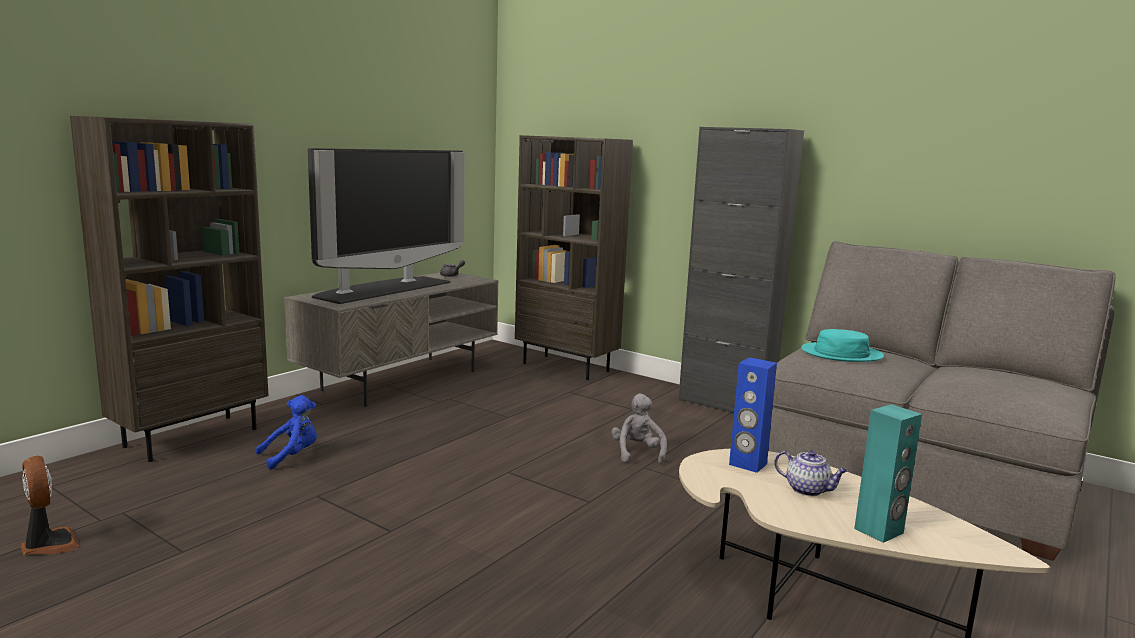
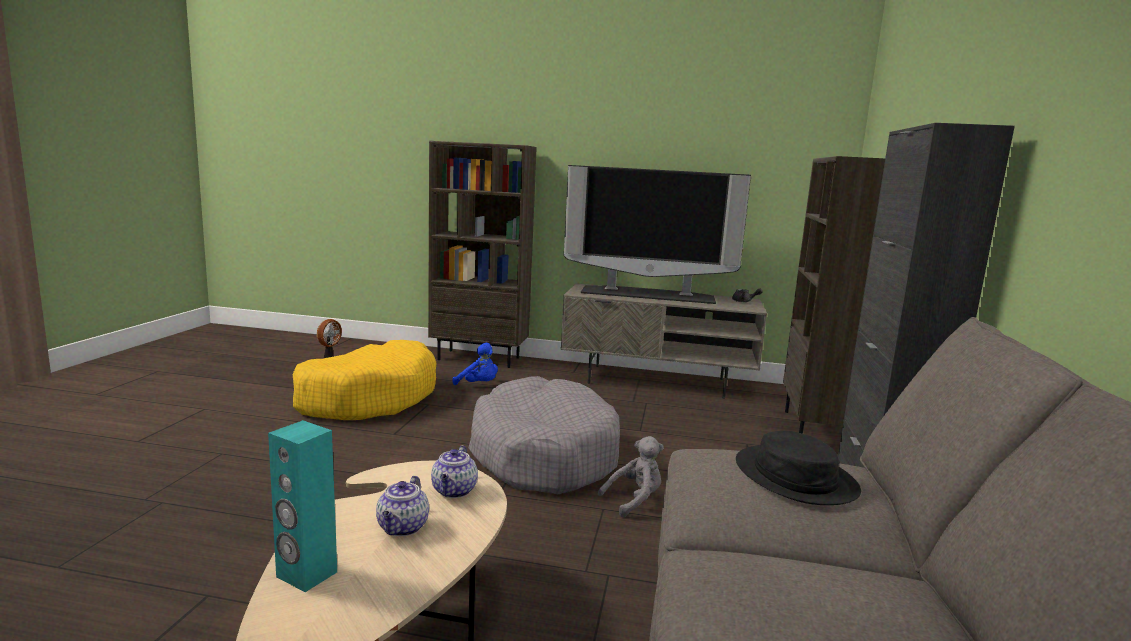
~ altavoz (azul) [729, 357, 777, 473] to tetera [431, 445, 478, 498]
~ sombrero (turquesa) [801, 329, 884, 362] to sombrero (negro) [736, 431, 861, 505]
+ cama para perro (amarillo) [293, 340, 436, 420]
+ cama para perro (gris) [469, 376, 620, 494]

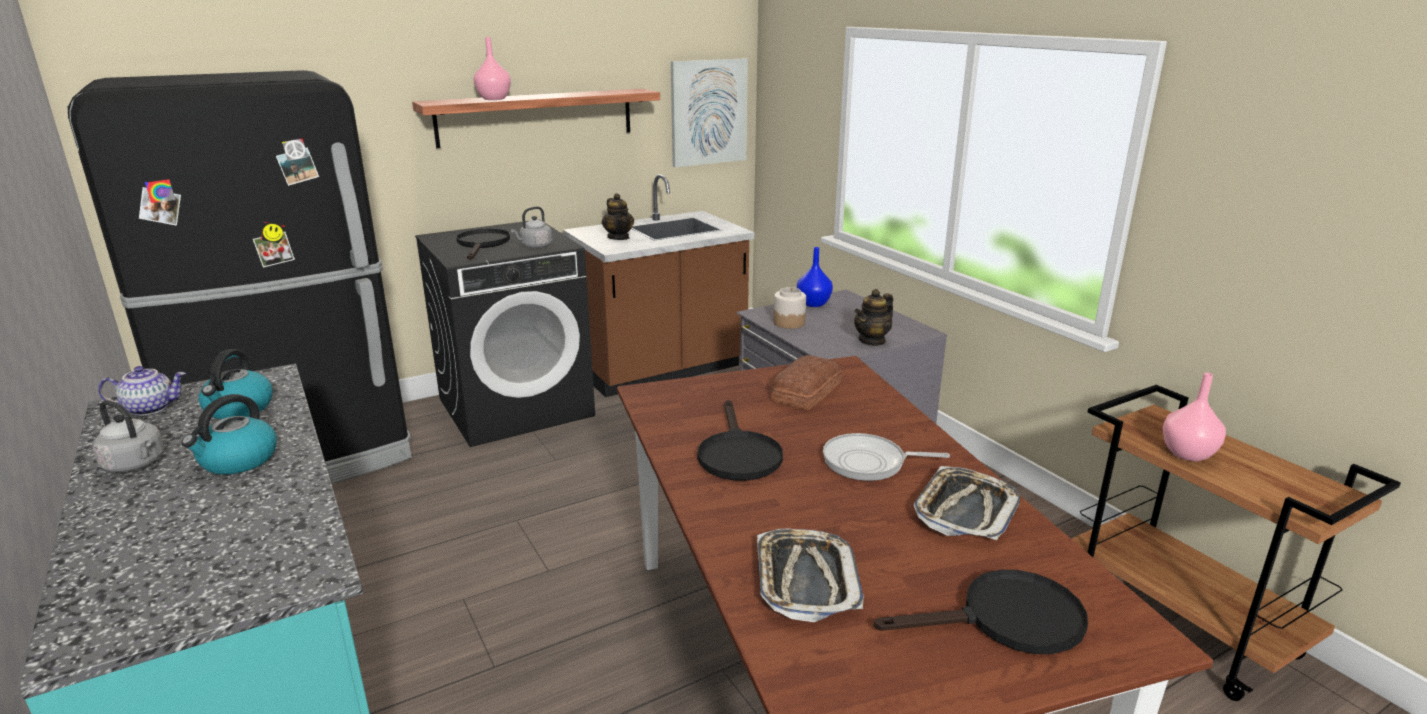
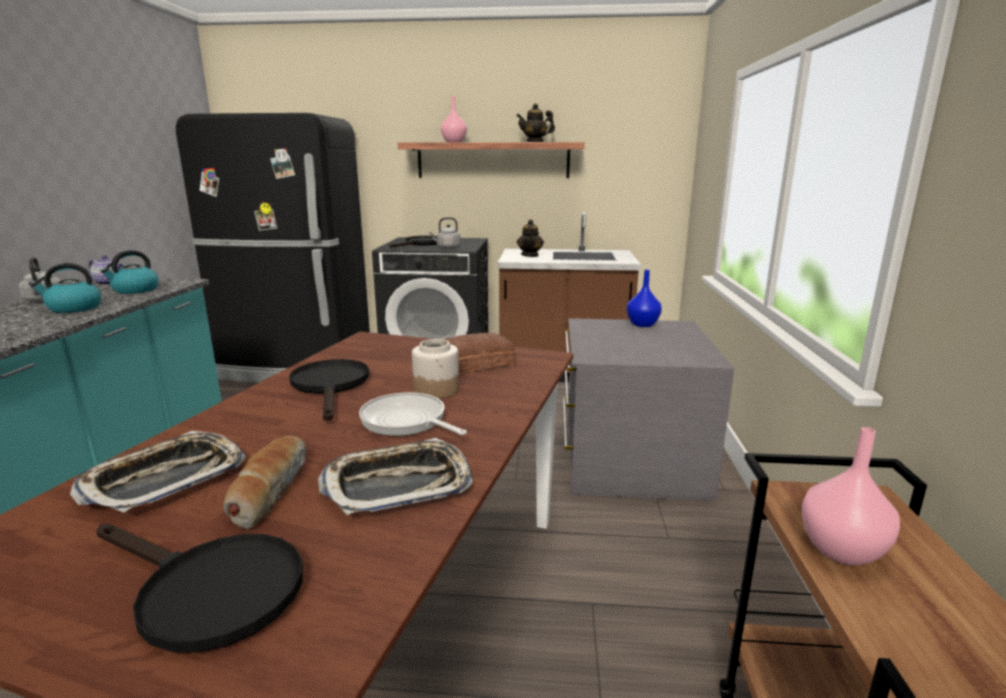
- cuadro [671, 58, 748, 167]
~ sartén (negro) [697, 400, 783, 481] = [289, 359, 370, 421] 135 degrees clockwise
~ tarro [773, 287, 806, 329] to [412, 339, 459, 399]
~ tetera [854, 289, 893, 346] to [516, 104, 555, 142]
+ pan [223, 436, 306, 529]

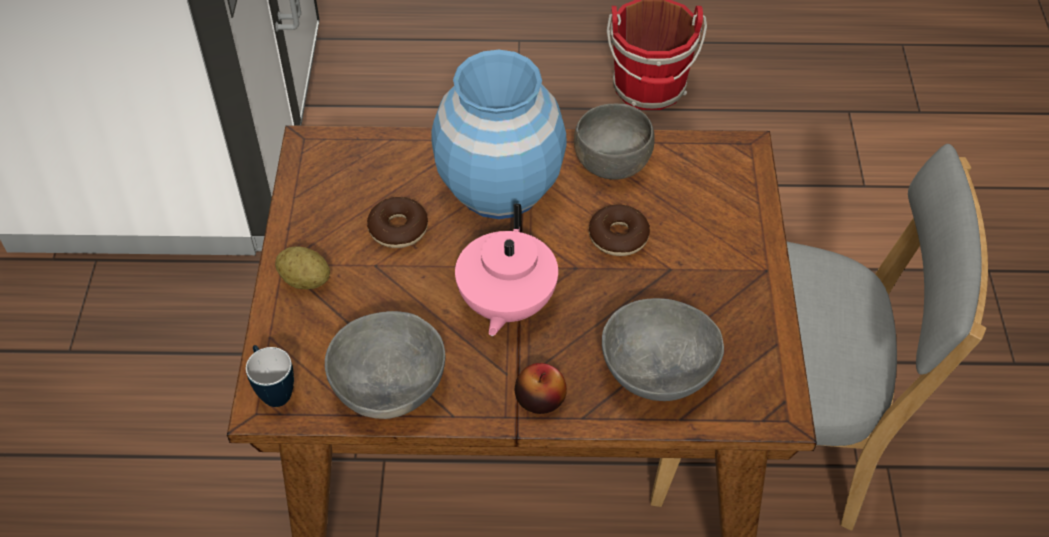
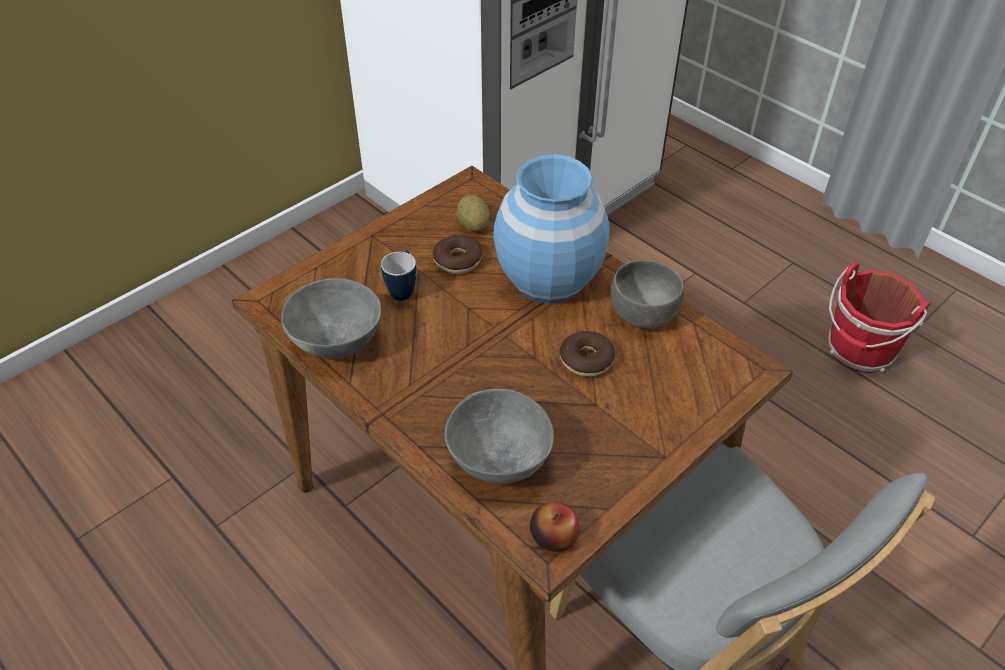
~ taza grande [246, 345, 294, 407] to [381, 250, 416, 301]
~ patata [275, 246, 330, 289] to [457, 195, 489, 231]
- tetera (rosa) [455, 204, 558, 336]
~ manzana [515, 363, 567, 414] to [530, 501, 579, 552]

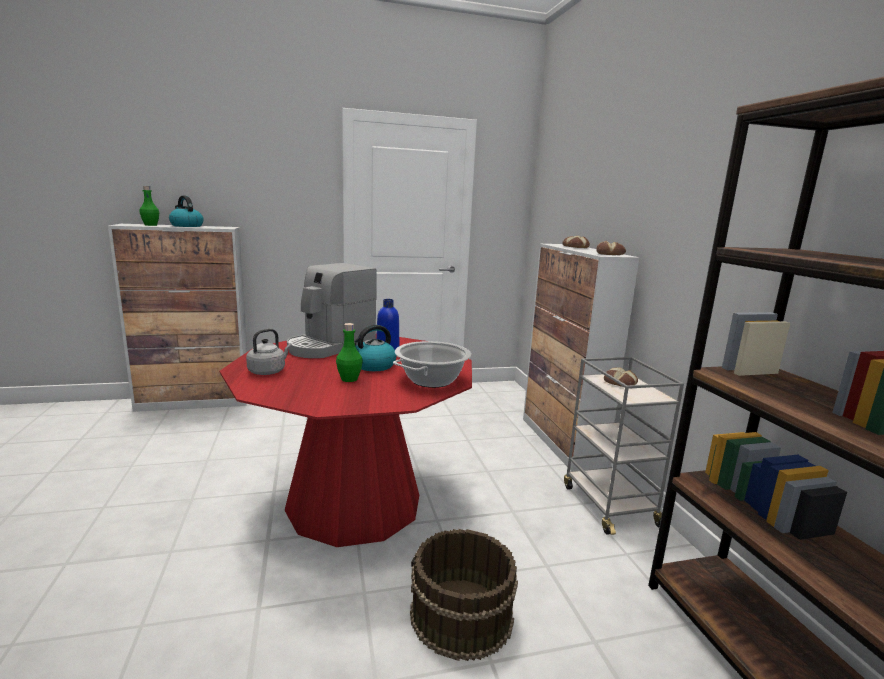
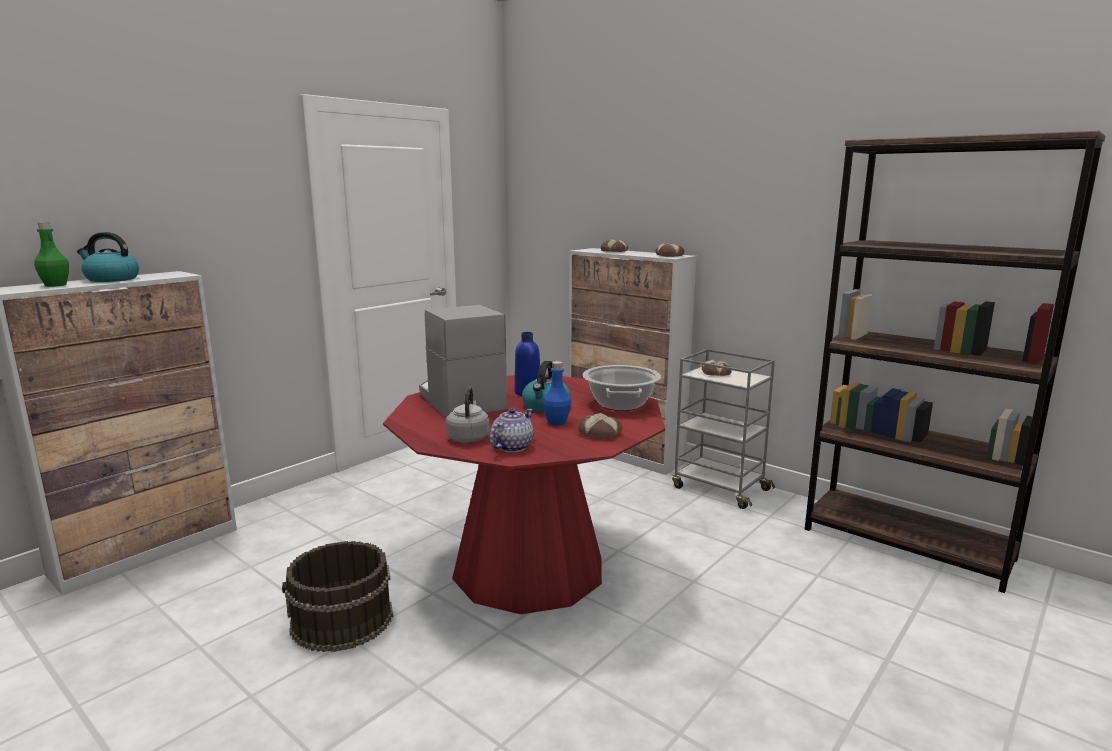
~ cafetera [287, 263, 377, 358] = [419, 305, 507, 417] 150 degrees clockwise
~ botella (verde) [336, 323, 363, 382] to botella (azul) [543, 361, 571, 426]
~ cubo (marrón) [410, 529, 518, 661] to [282, 541, 393, 652]
+ tetera [490, 408, 534, 452]
+ pan [578, 413, 622, 439]

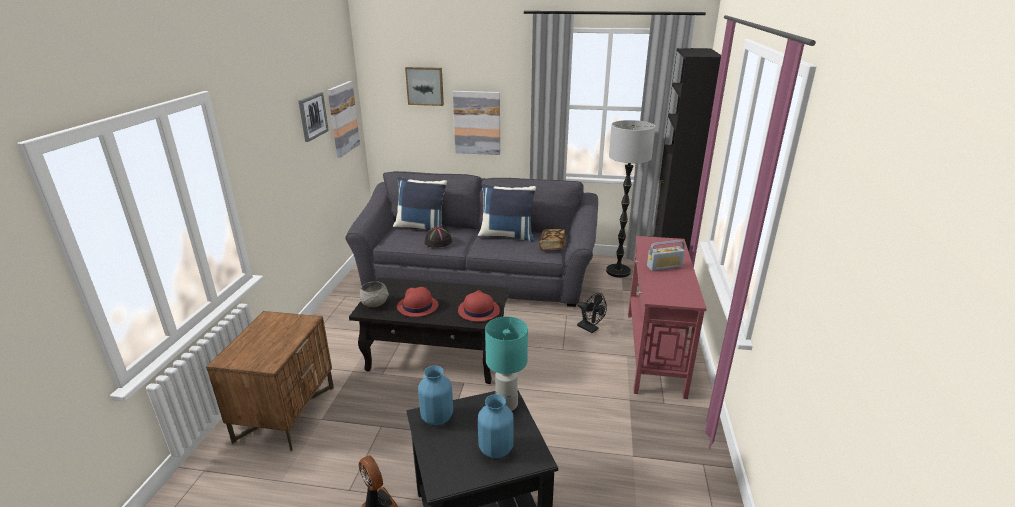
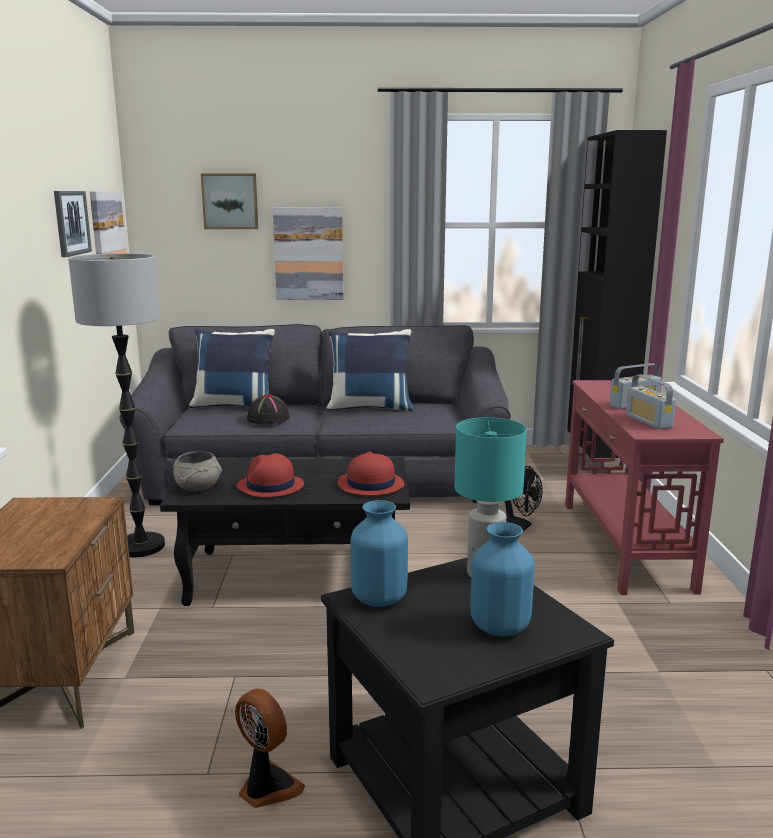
- libro [539, 229, 566, 250]
~ lámpara de pie [606, 120, 655, 278] to [68, 253, 165, 557]
+ radio [626, 375, 676, 429]

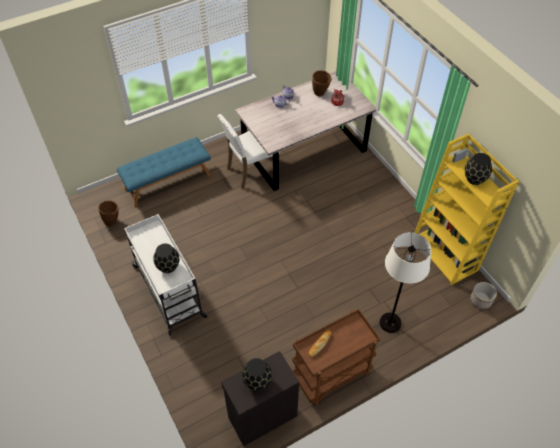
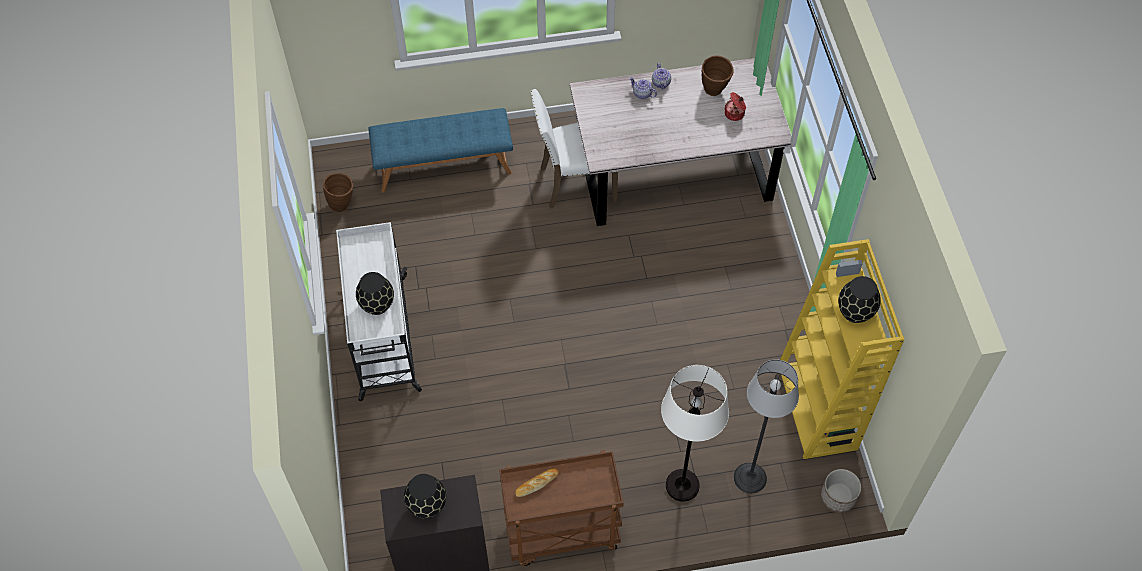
+ lámpara de pie [734, 360, 799, 493]

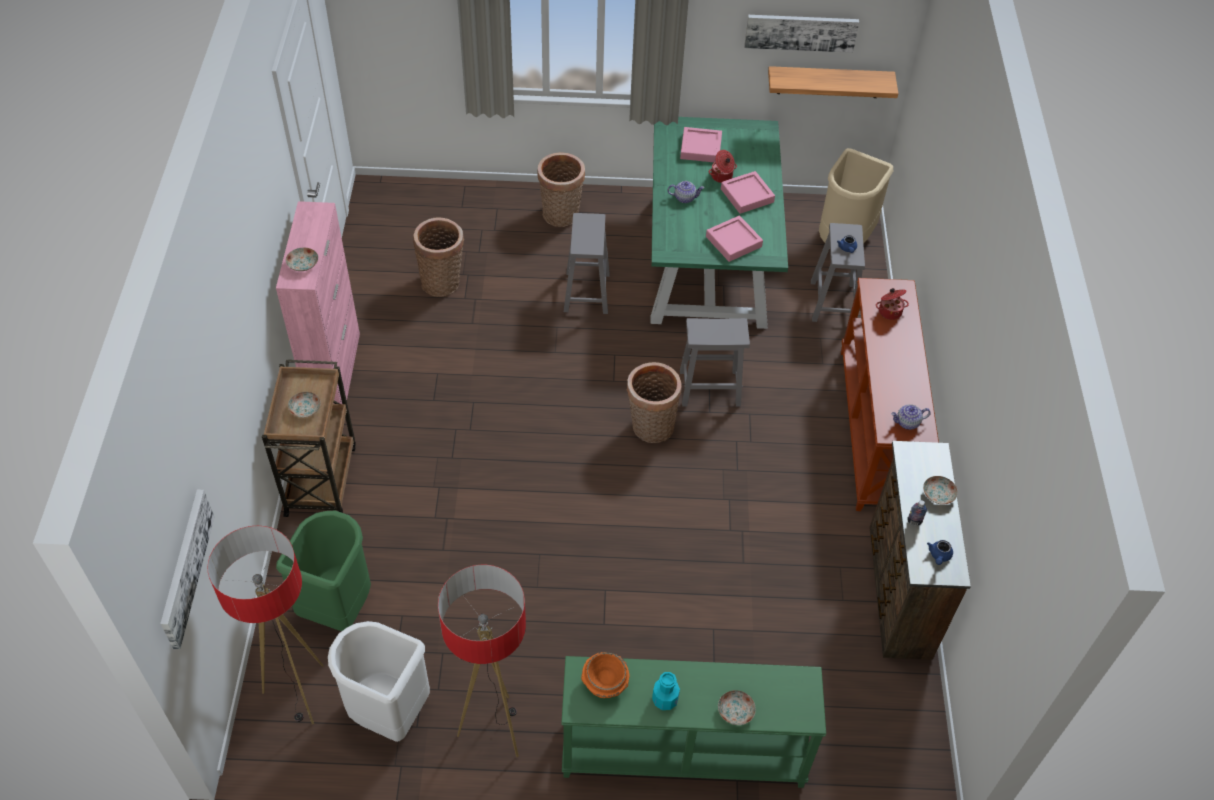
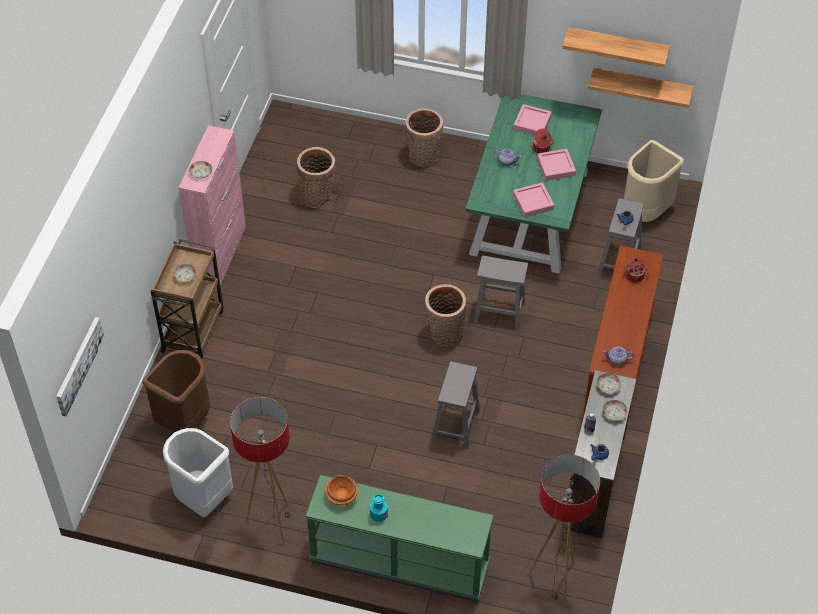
~ lámpara de pie [208, 526, 324, 724] to [529, 455, 600, 604]
~ papelera (verde) [276, 511, 371, 631] to papelera (marrón) [143, 350, 210, 432]
~ taburete (gris) [564, 213, 610, 314] to [432, 362, 480, 449]
~ plato [718, 690, 756, 725] to [596, 373, 621, 394]
~ cuadro [744, 15, 859, 53] to estante [562, 27, 670, 68]

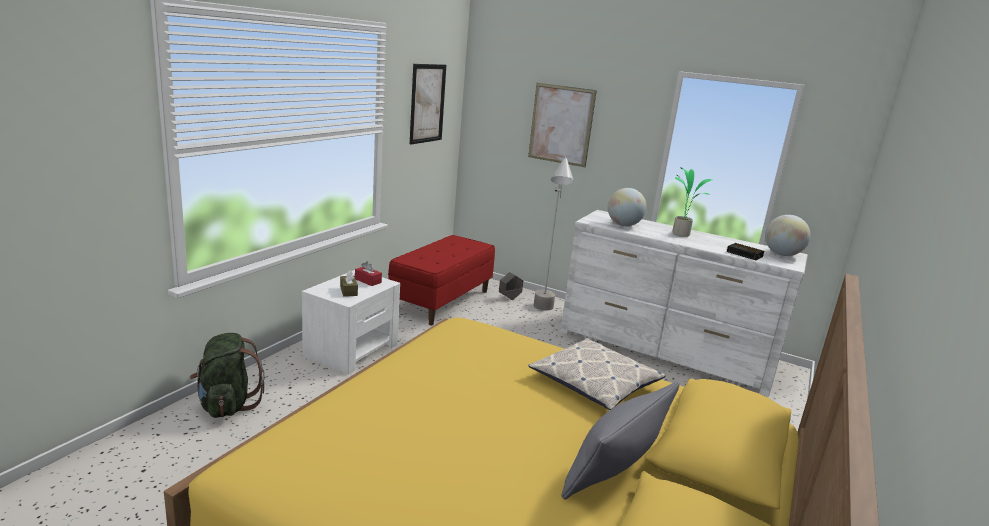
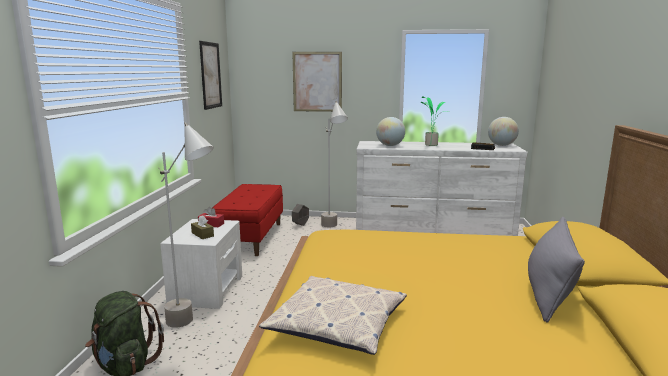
~ cojín [528, 338, 666, 410] to [259, 276, 407, 355]
+ lámpara de pie (gris) [158, 122, 214, 328]

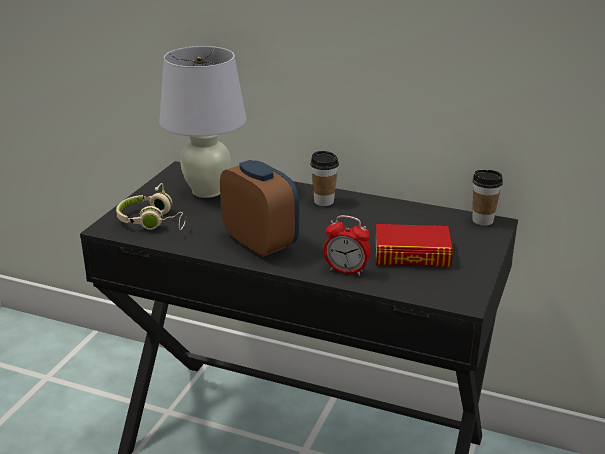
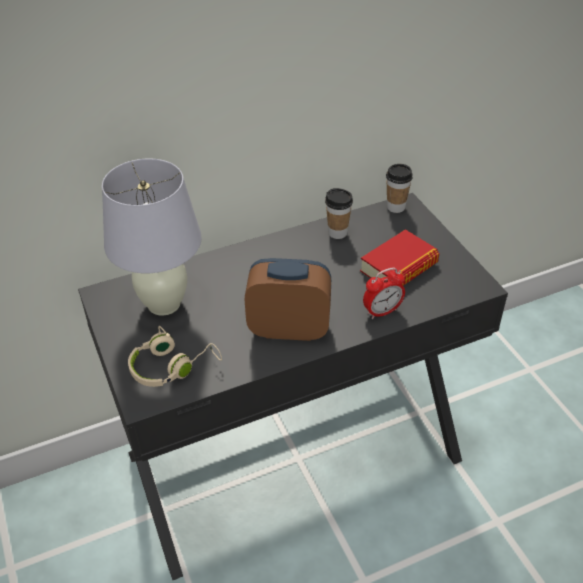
~ taza [310, 151, 339, 206] to [325, 188, 353, 239]

